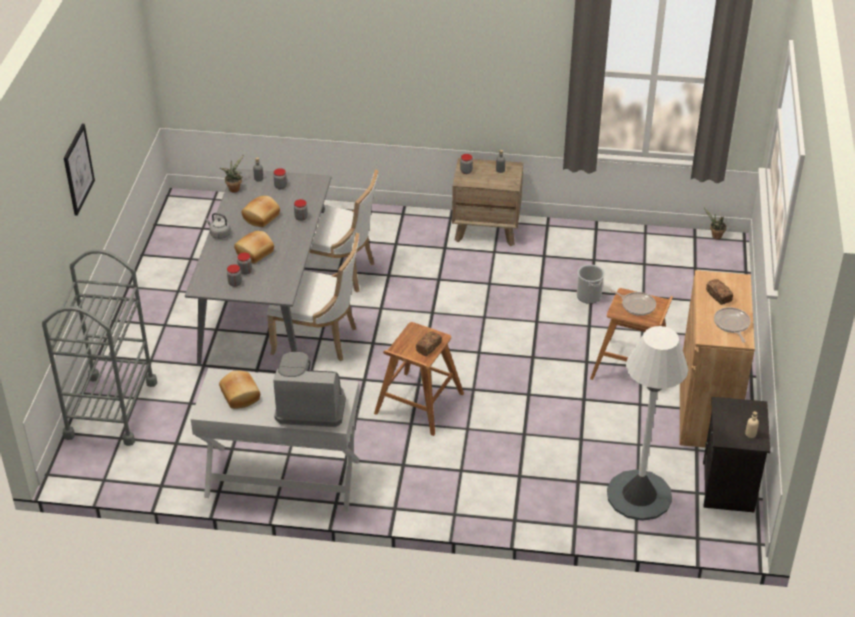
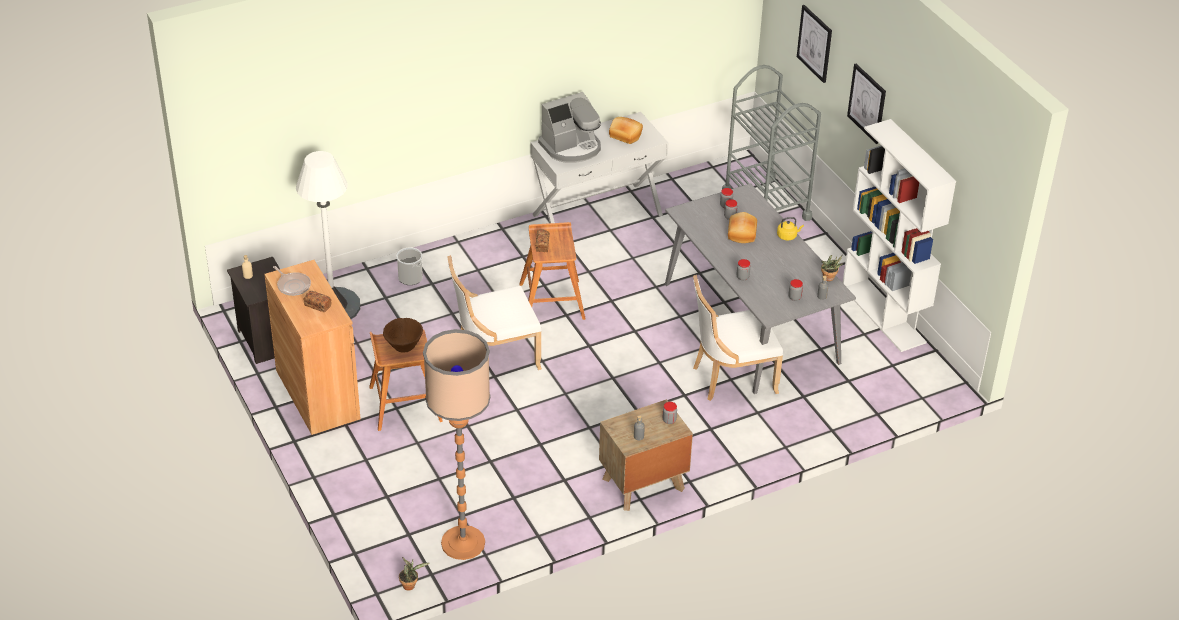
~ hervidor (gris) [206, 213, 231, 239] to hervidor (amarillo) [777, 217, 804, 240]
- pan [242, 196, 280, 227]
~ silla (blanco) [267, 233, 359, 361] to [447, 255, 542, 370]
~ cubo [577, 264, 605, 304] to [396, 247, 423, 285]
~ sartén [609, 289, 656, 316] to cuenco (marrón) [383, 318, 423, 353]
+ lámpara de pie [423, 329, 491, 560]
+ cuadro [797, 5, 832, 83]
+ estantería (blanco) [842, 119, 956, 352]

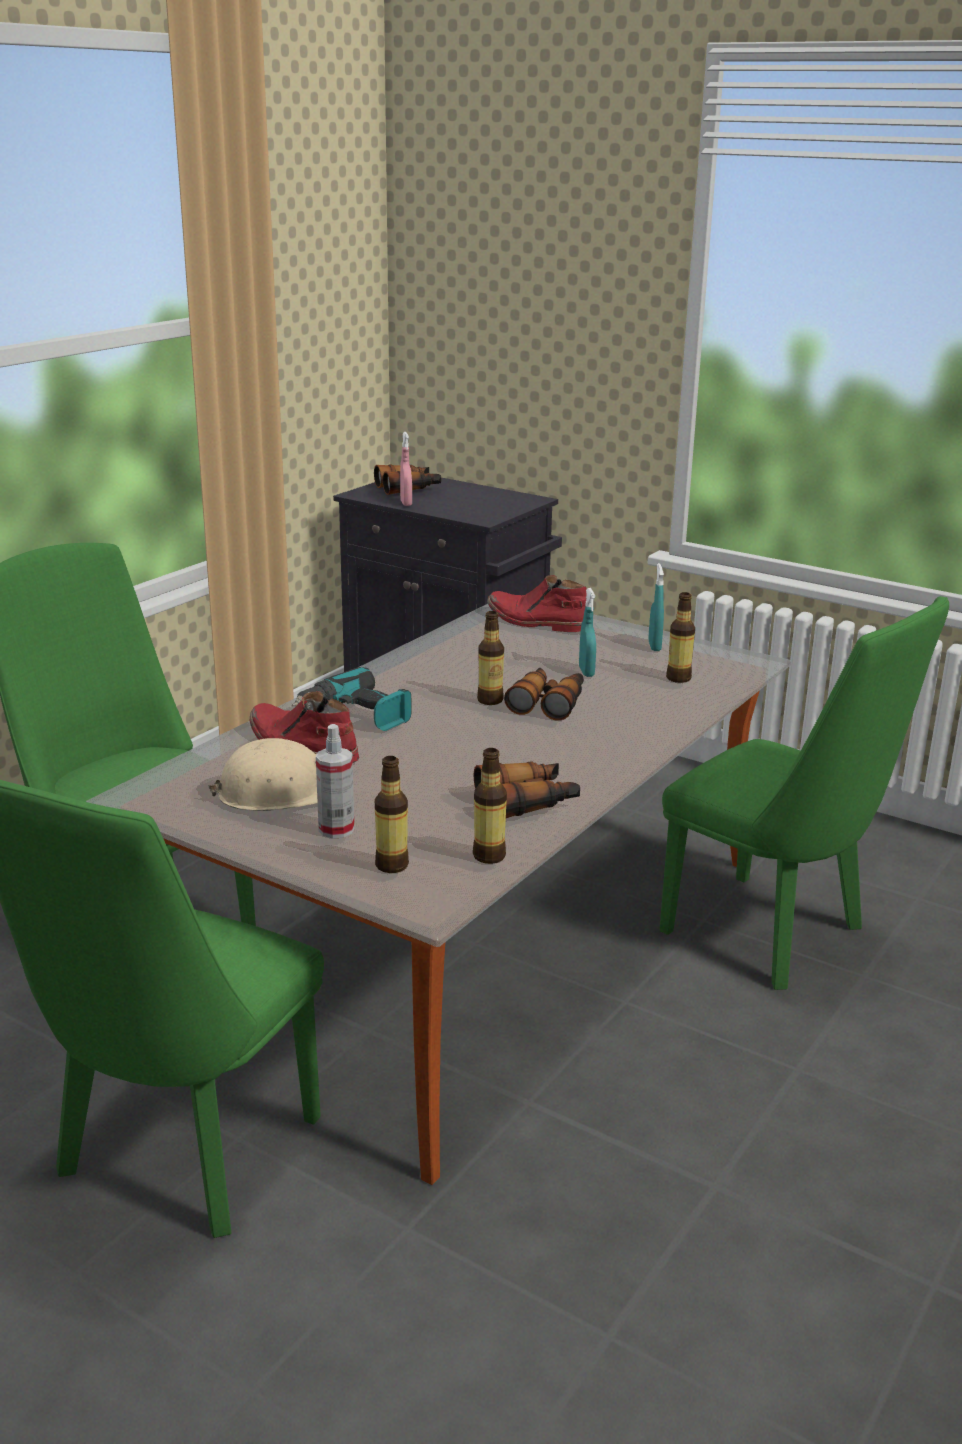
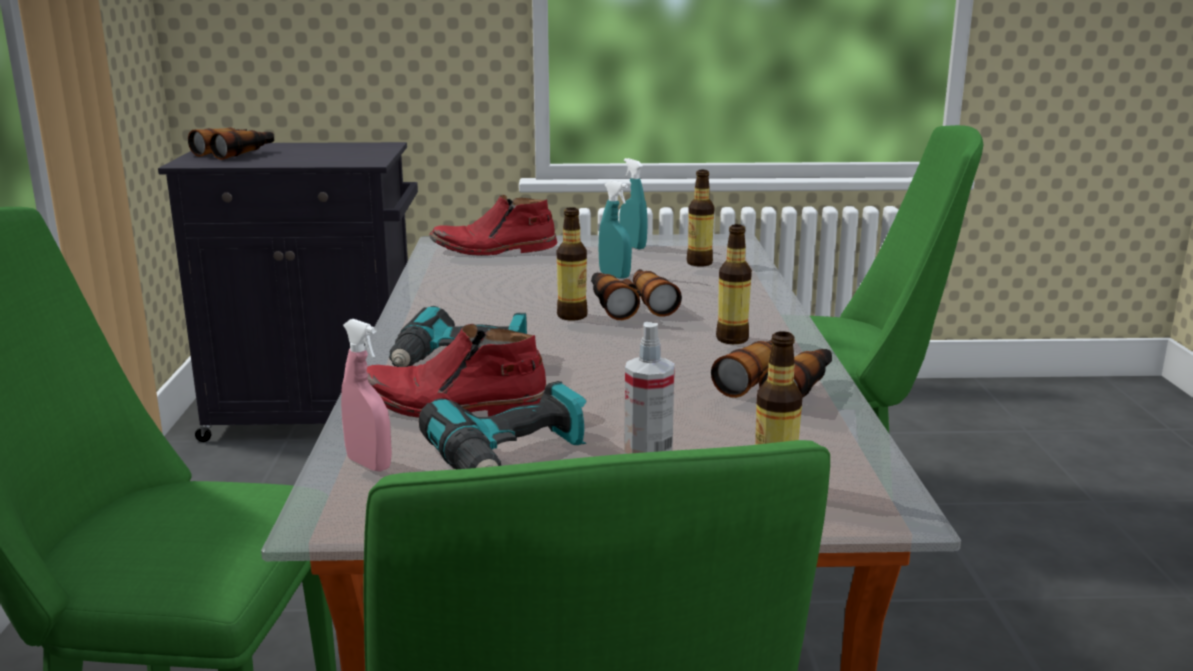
~ casco (beis) [208, 738, 318, 811] to taladro [419, 381, 587, 469]
~ pulverizador (rosa) [400, 432, 412, 506] to [341, 319, 392, 472]
~ botella [473, 748, 507, 864] to [716, 224, 752, 344]

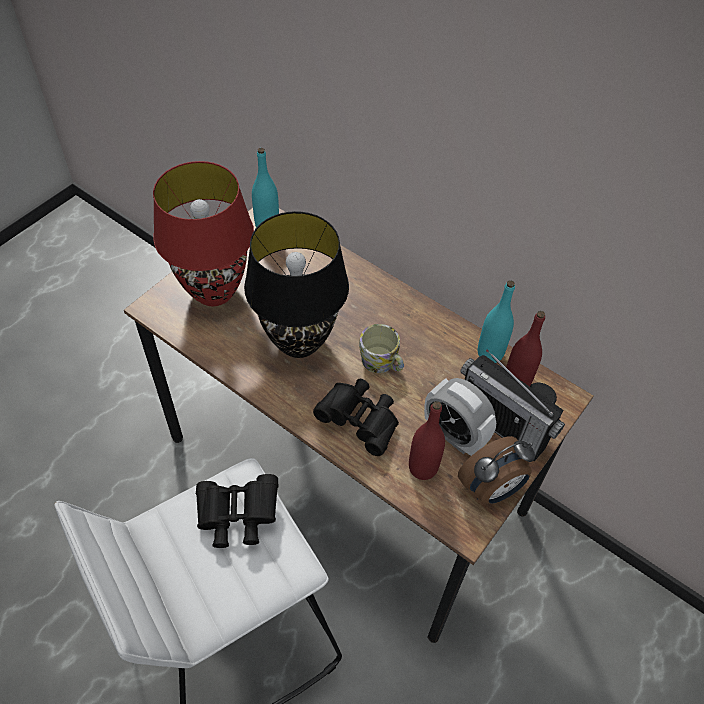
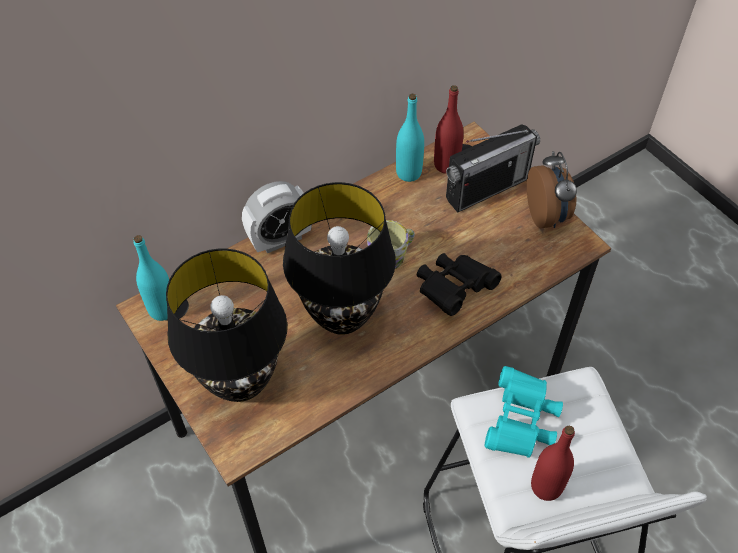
~ lámpara de mesa (rojo) [153, 161, 254, 306] to lámpara de mesa (negro) [166, 248, 287, 402]
~ prismáticos (negro) [196, 474, 279, 548] to prismáticos (turquesa) [485, 366, 563, 458]
~ botella (rojo) [409, 401, 445, 480] to [531, 425, 575, 501]
~ despertador [424, 378, 496, 456] to [242, 181, 312, 253]

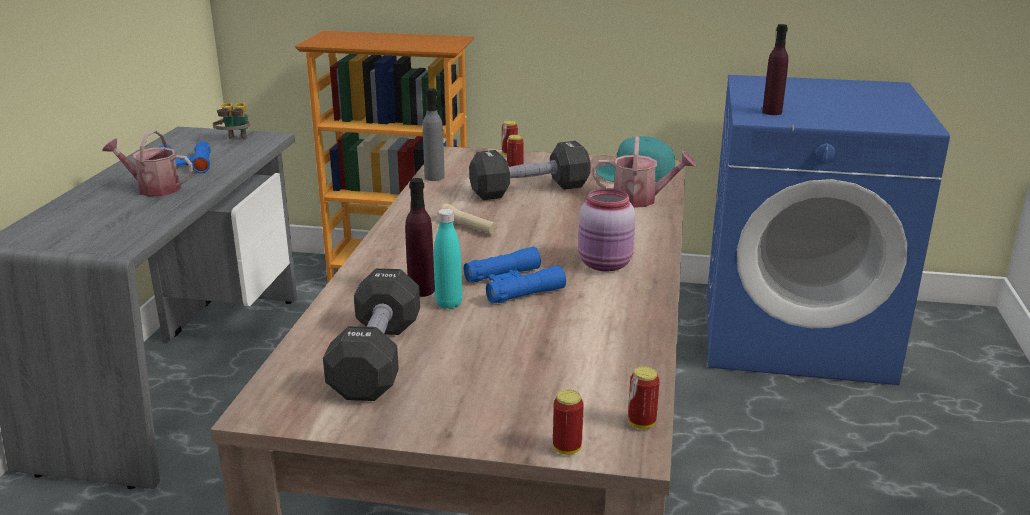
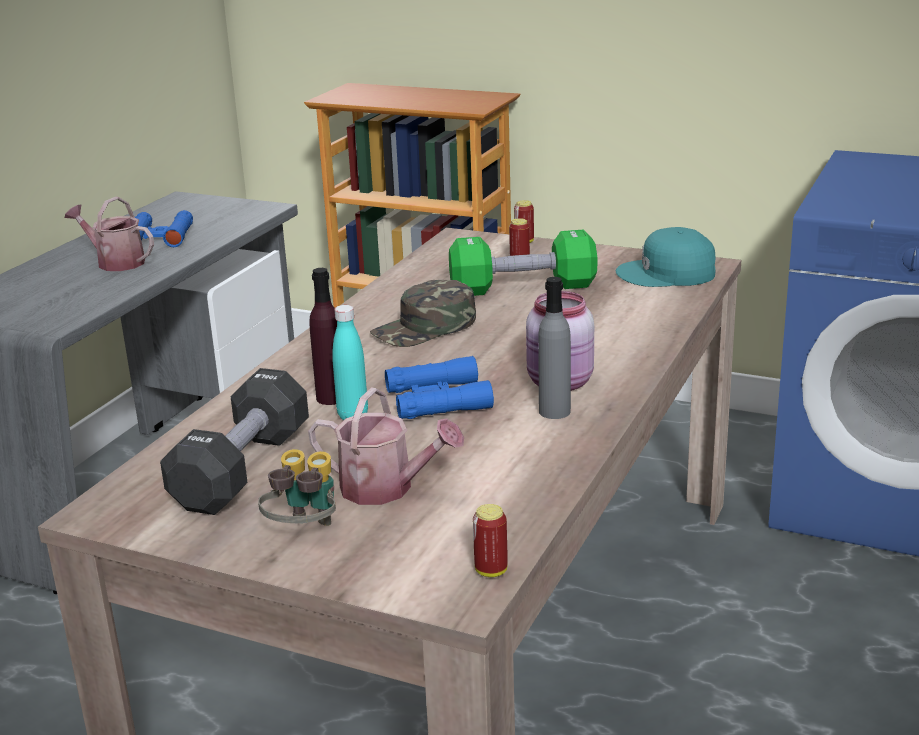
~ prismáticos [213, 102, 250, 139] to [258, 449, 336, 526]
~ botella (gris) [423, 88, 445, 181] to [538, 277, 571, 419]
~ linterna (beis) [439, 203, 498, 234] to gorra (verde) [370, 280, 476, 347]
~ mancuerna (negro) [469, 141, 591, 200] to mancuerna (verde) [449, 230, 597, 296]
- lata [553, 390, 584, 455]
~ regadera [592, 137, 696, 208] to [308, 387, 464, 505]
- botella (morado) [762, 24, 788, 115]

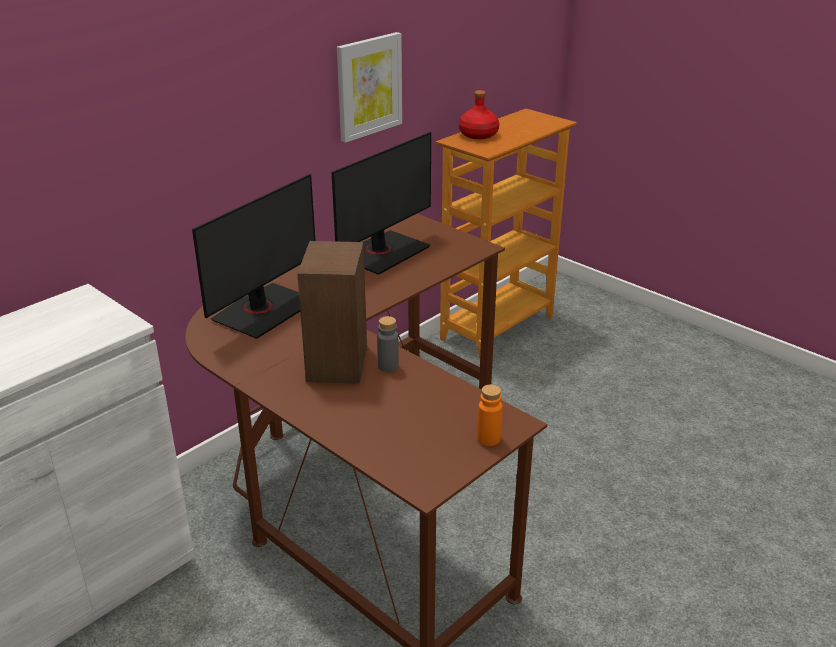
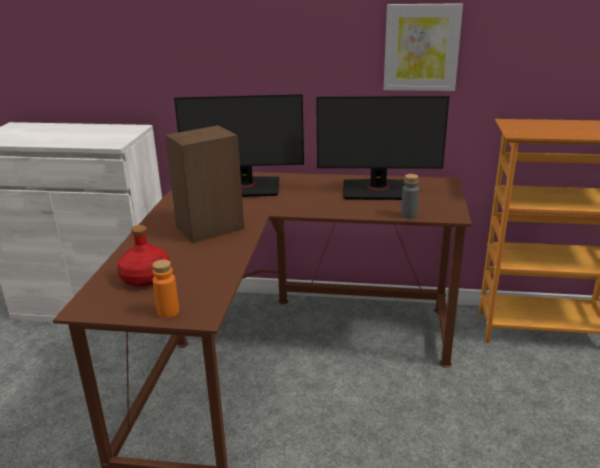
~ botella (gris) [377, 316, 399, 372] to [401, 174, 419, 218]
~ botella (rojo) [459, 90, 499, 139] to [117, 225, 171, 287]

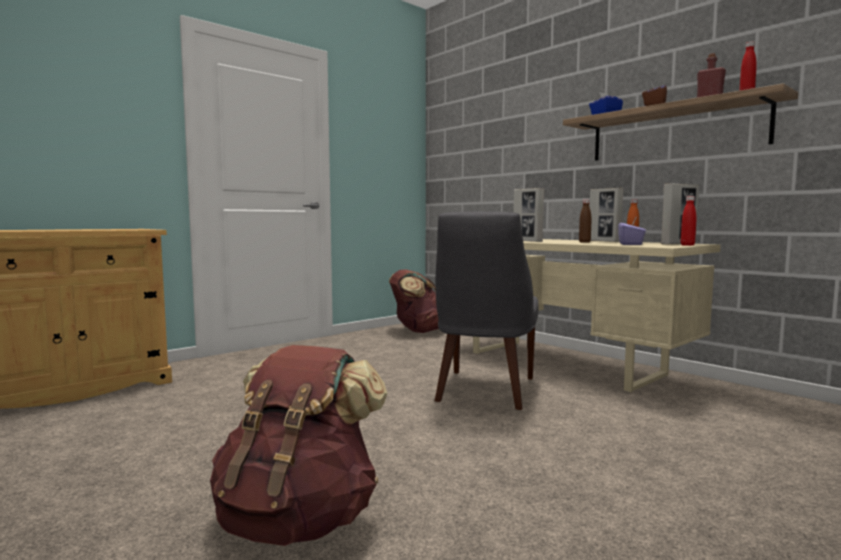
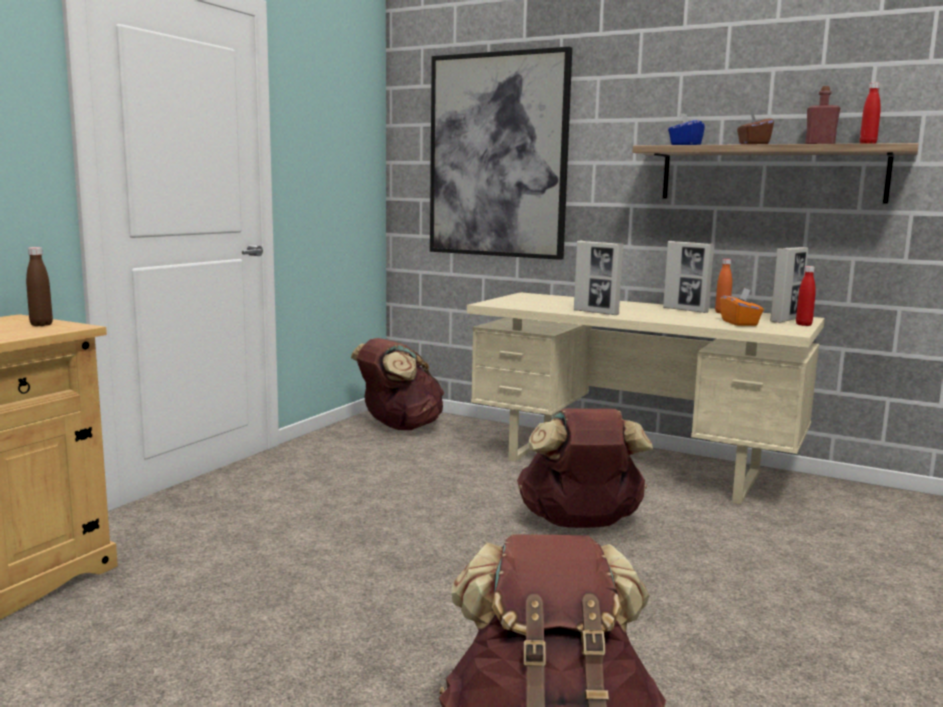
~ silla (gris) [435, 211, 539, 410] to mochila (marrón) [517, 409, 653, 528]
~ botella (marrón) [579, 199, 591, 243] to [26, 247, 53, 326]
~ caja de pañuelos (morado) [618, 217, 646, 245] to caja de pañuelos (naranja) [720, 288, 764, 326]
+ cuadro [430, 46, 572, 260]

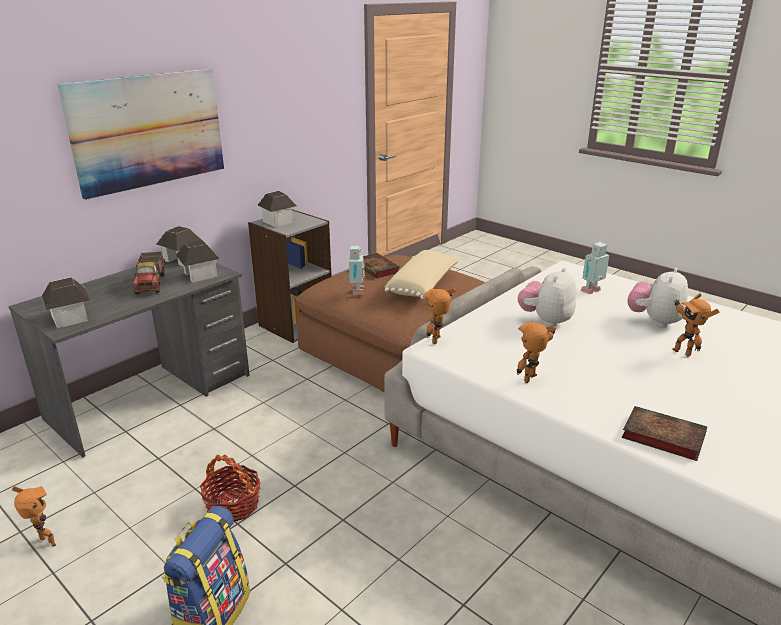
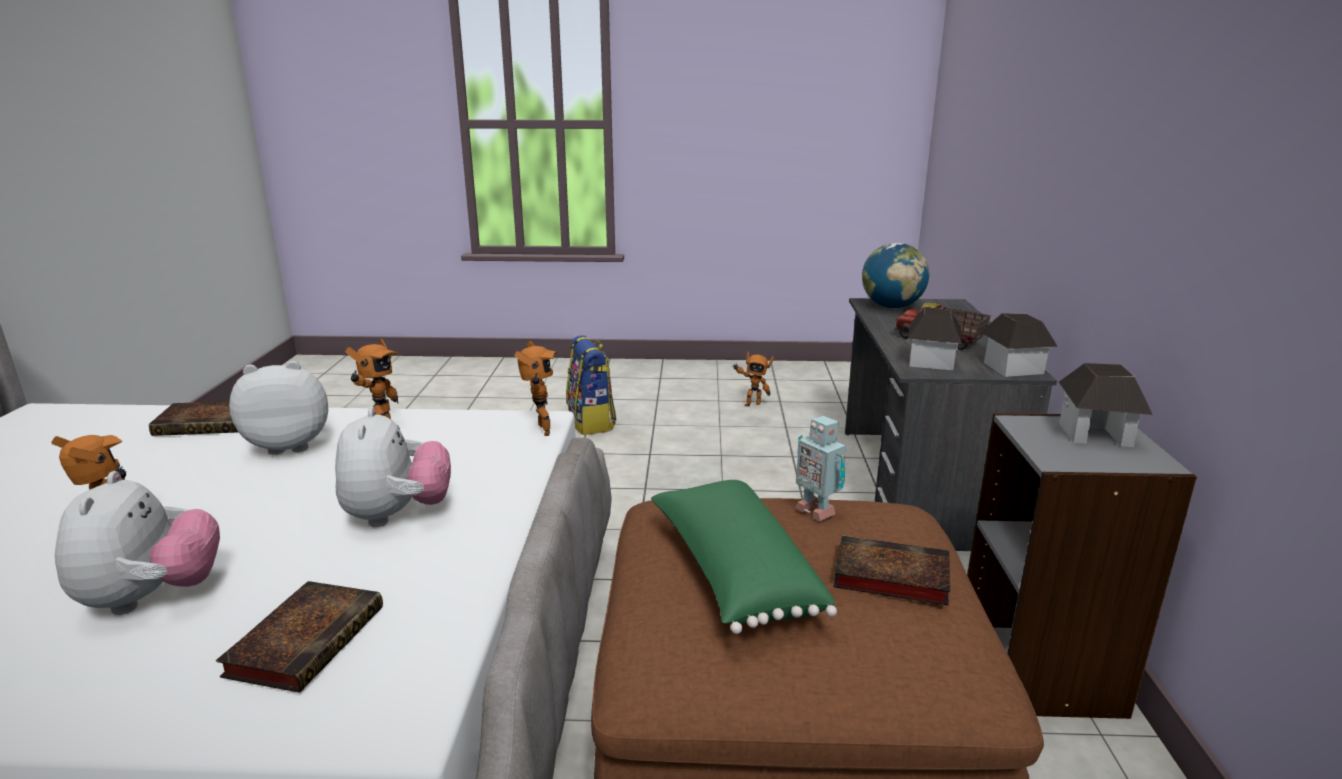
~ casita [42, 277, 90, 328] to globo terráqueo [862, 243, 929, 308]
- cuadro [57, 69, 224, 200]
- cesta [200, 455, 261, 522]
~ cojín (beis) [385, 250, 459, 299] to cojín (verde) [651, 480, 837, 634]
~ robot de juguete [581, 242, 609, 294] to libro [216, 581, 383, 693]
+ peluche [229, 361, 328, 455]

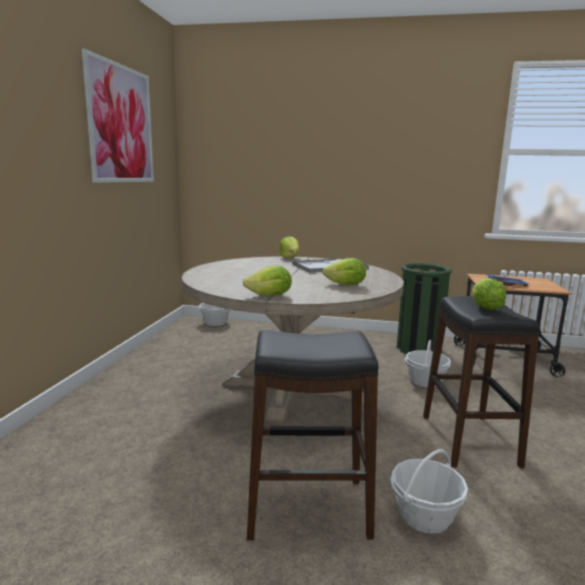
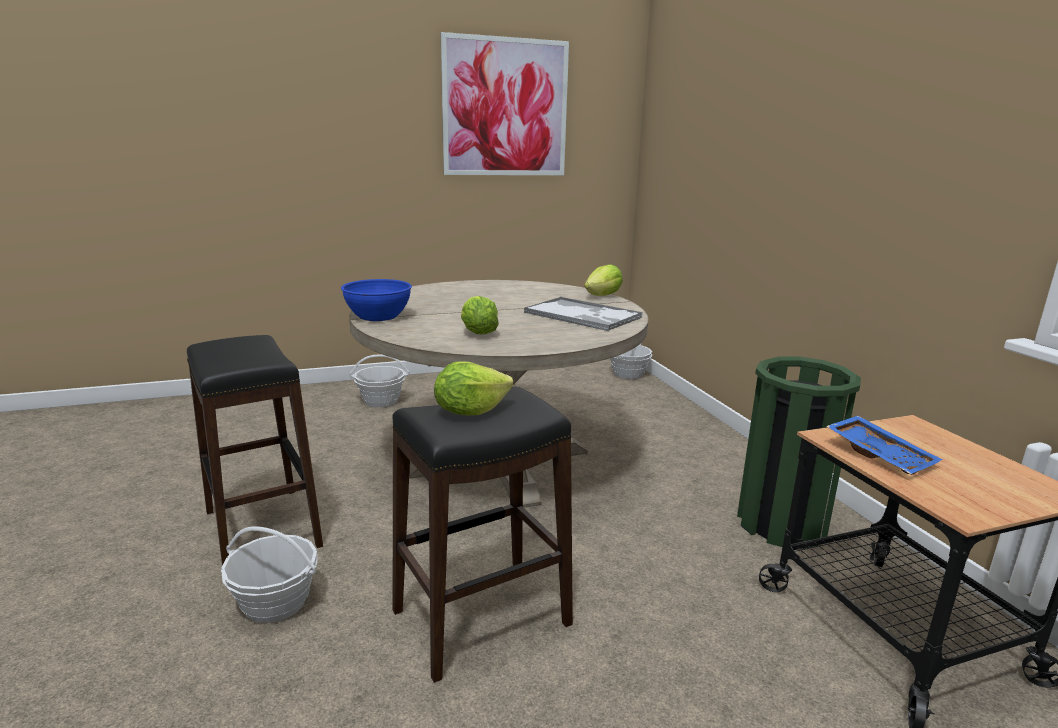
~ lechuga [243, 265, 292, 296] to cuenco (azul) [341, 279, 412, 321]
~ cesta [405, 340, 451, 388] to [350, 354, 410, 407]

